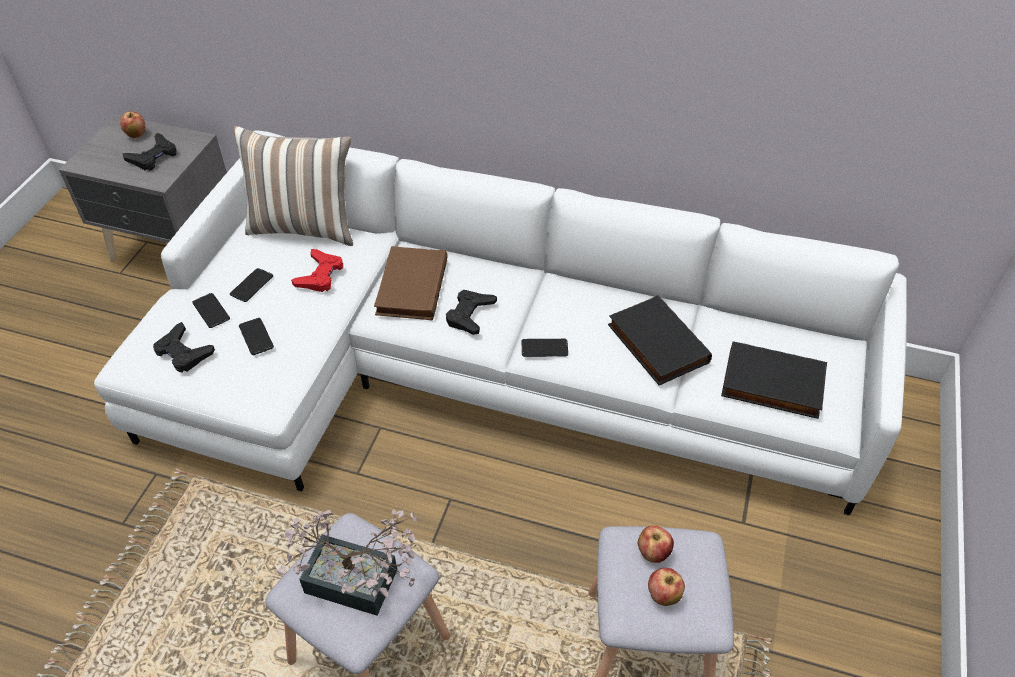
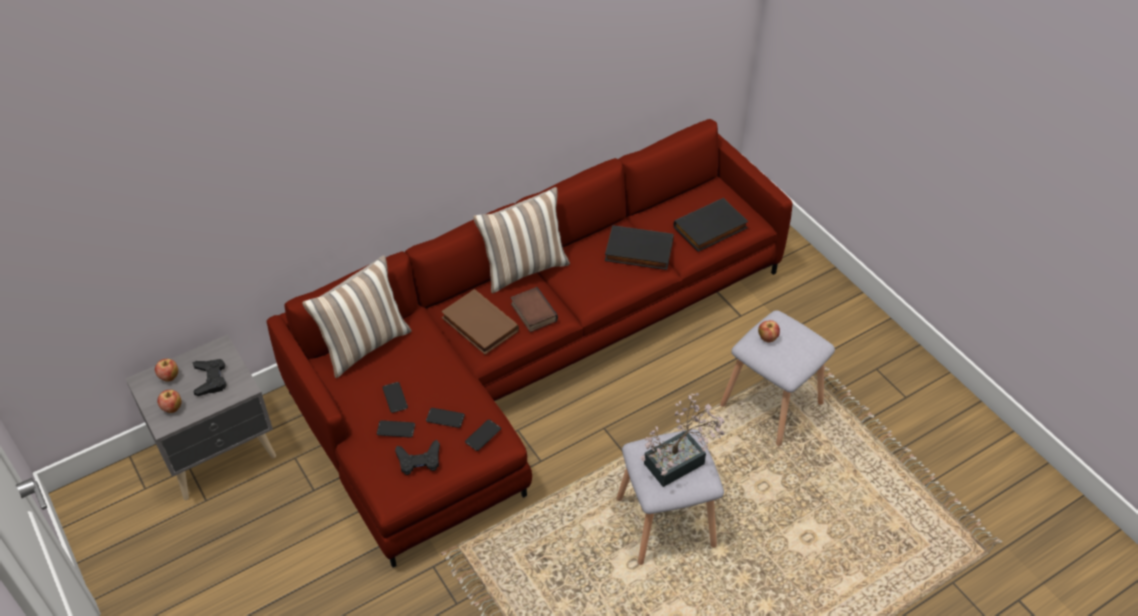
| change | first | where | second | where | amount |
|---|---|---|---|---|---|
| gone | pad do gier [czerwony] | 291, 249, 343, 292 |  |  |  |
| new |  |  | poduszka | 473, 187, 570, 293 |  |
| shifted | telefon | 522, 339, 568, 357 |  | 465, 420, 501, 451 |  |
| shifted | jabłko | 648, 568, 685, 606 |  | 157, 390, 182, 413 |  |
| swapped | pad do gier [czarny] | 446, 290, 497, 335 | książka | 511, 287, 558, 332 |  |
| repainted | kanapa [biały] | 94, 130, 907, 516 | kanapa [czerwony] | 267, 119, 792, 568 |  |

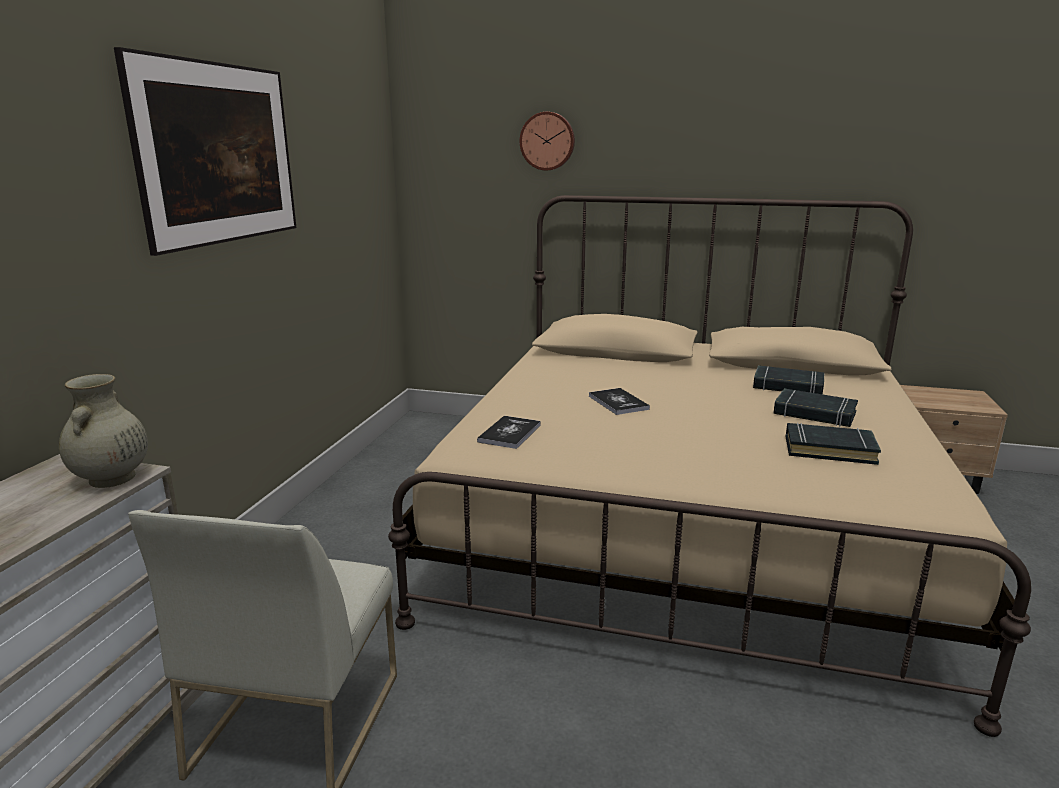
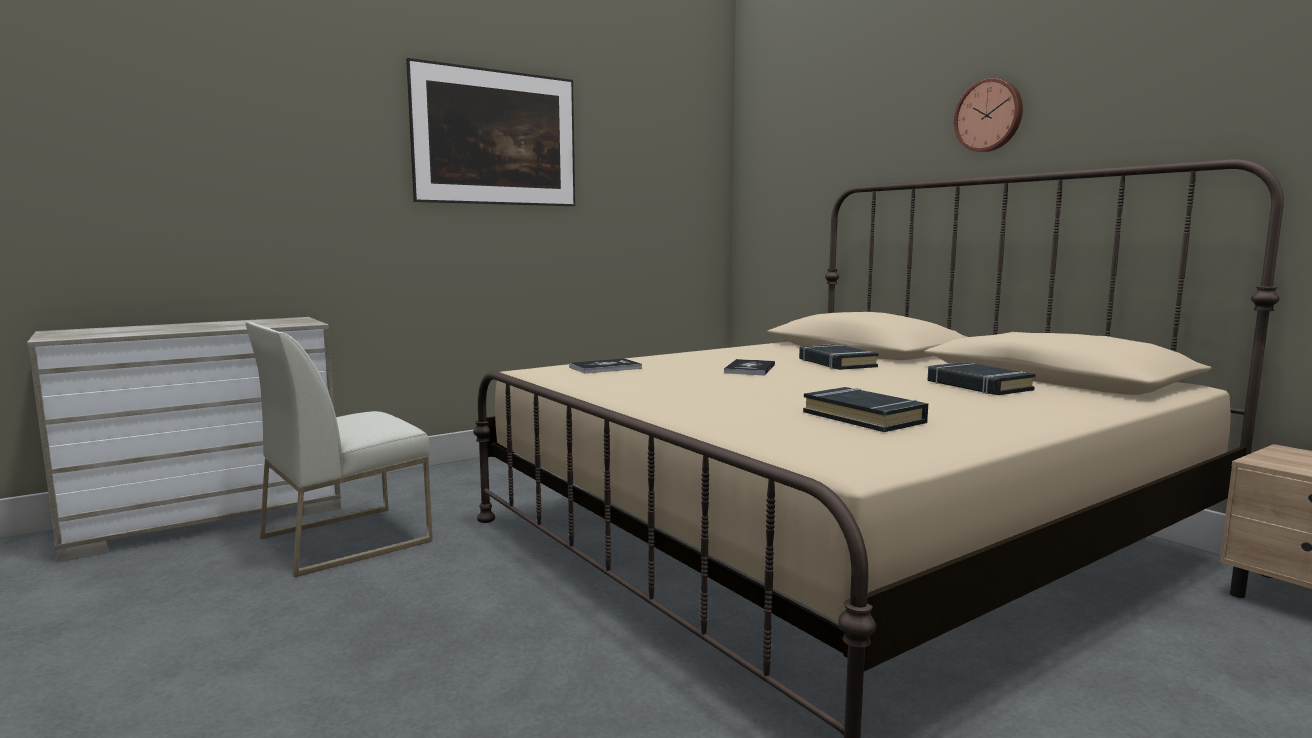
| change | first | where | second | where | amount |
|---|---|---|---|---|---|
| gone | wazon [beżowy] | 59, 374, 148, 488 |  |  |  |
| shifted | zegar ścienny | 520, 112, 575, 170 |  | 954, 78, 1023, 152 |  |
| shifted | książka [czarny] | 773, 388, 858, 427 |  | 799, 344, 879, 370 |  |

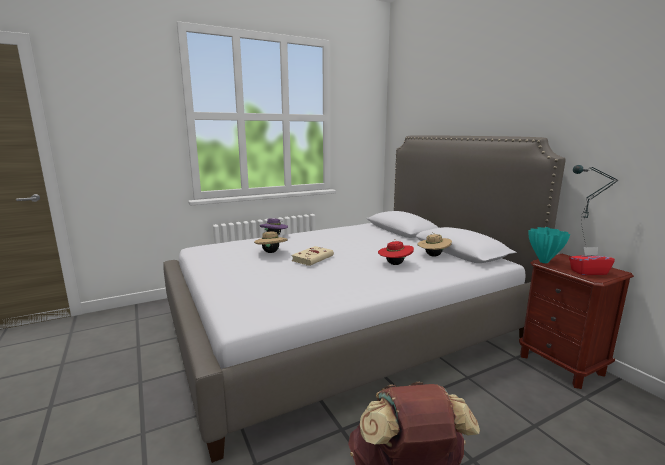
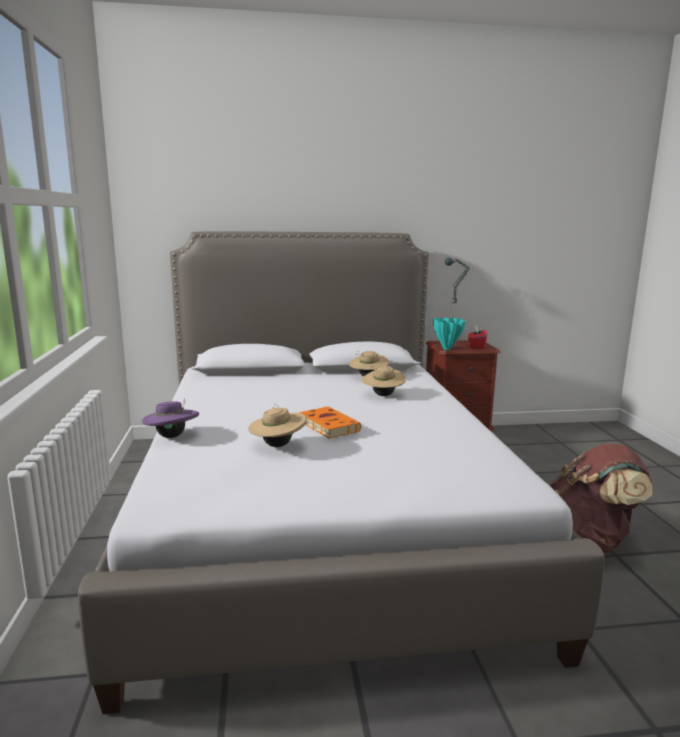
| change | first | where | second | where | amount |
|---|---|---|---|---|---|
| repainted | książka [beżowy] | 291, 246, 334, 266 | książka [pomarańczowy] | 299, 406, 361, 439 |  |
| repainted | kapelusz [czerwony] | 378, 241, 414, 265 | kapelusz [beżowy] | 361, 366, 406, 396 |  |

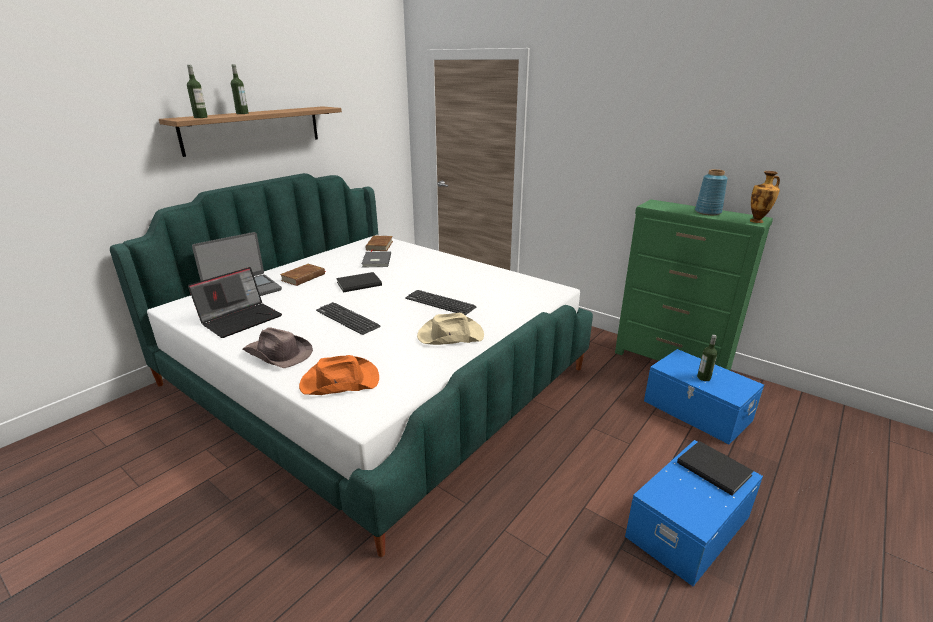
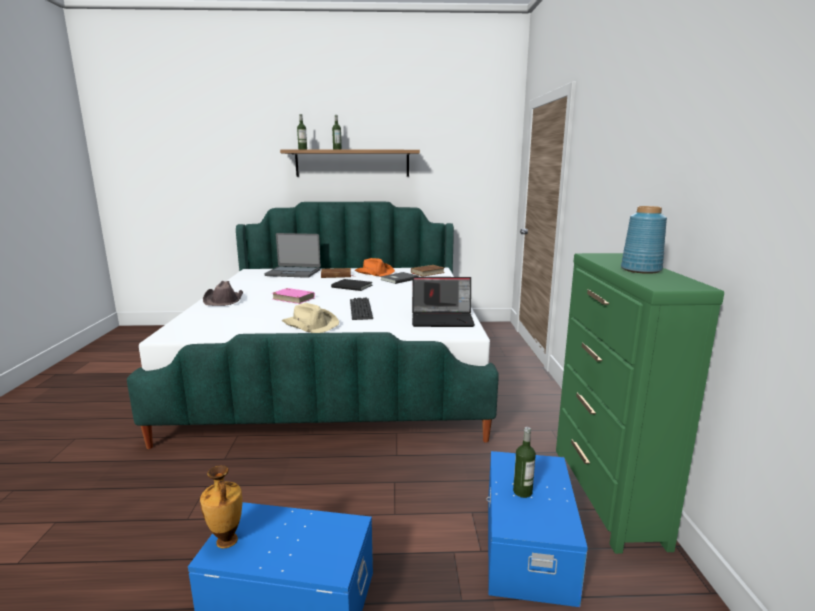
| change | first | where | second | where | amount |
|---|---|---|---|---|---|
| gone | książka [czarny] | 677, 441, 754, 496 |  |  |  |
| shifted | laptop | 188, 267, 282, 338 |  | 412, 277, 475, 327 |  |
| shifted | kapelusz [pomarańczowy] | 299, 355, 379, 395 |  | 355, 258, 395, 276 |  |
| shifted | wazon | 750, 171, 780, 223 |  | 200, 465, 242, 549 |  |
| swapped | klawiatura | 316, 302, 381, 335 | książka [różowy] | 272, 288, 315, 304 |  |

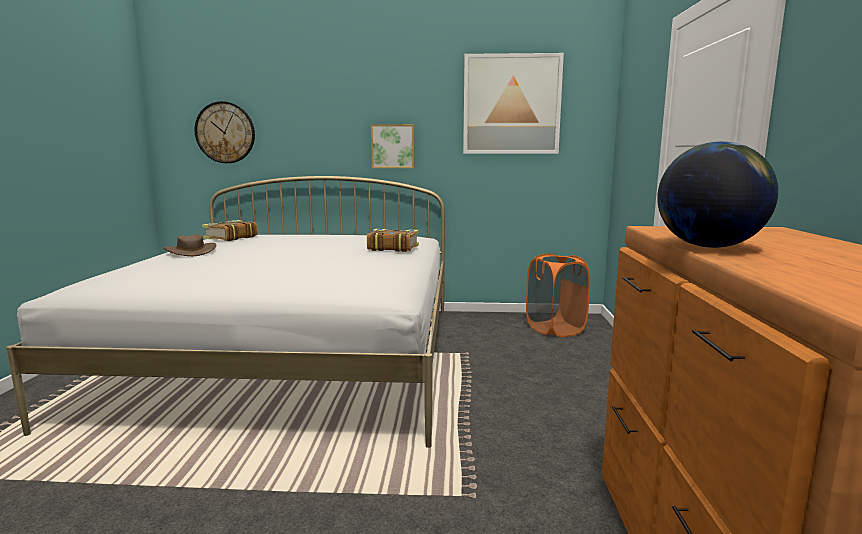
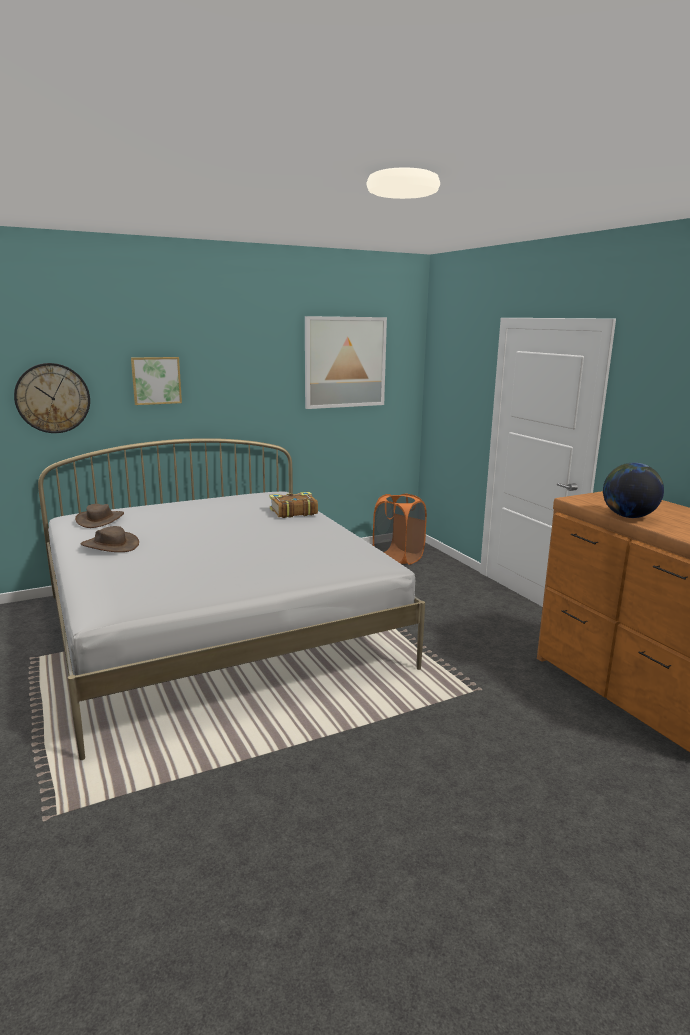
| change | first | where | second | where | amount |
|---|---|---|---|---|---|
| shifted | obraz | 371, 124, 414, 168 |  | 131, 357, 182, 405 |  |
| swapped | książka | 202, 220, 258, 241 | kapelusz [brązowy] | 75, 504, 124, 528 |  |

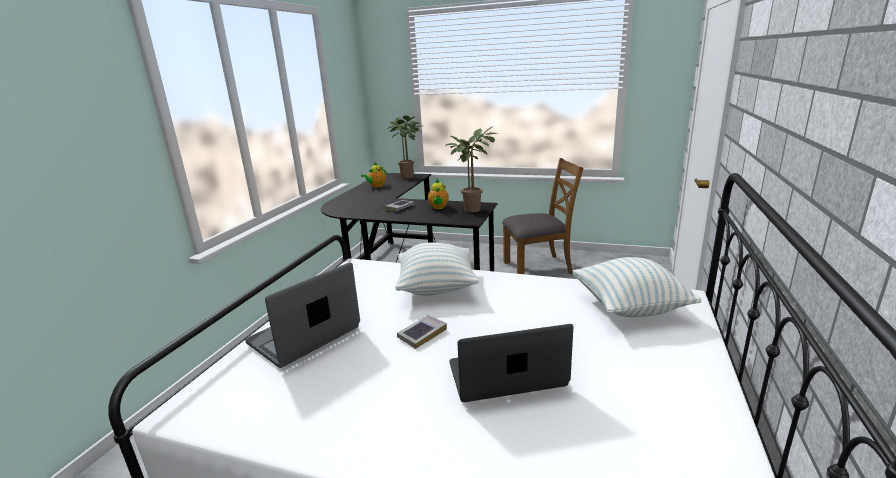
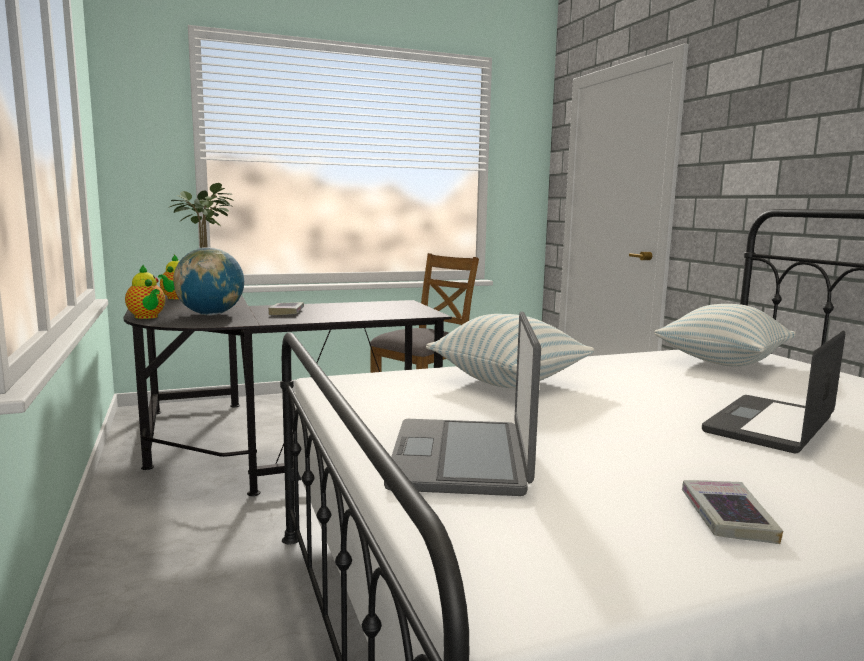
| change | first | where | second | where | amount |
|---|---|---|---|---|---|
| gone | roślina doniczkowa | 445, 126, 497, 213 |  |  |  |
| new |  |  | globus | 173, 247, 244, 315 |  |
| shifted | książka | 397, 315, 447, 349 |  | 682, 480, 783, 544 |  |
| shifted | imbryk | 428, 179, 449, 209 |  | 125, 265, 165, 319 |  |

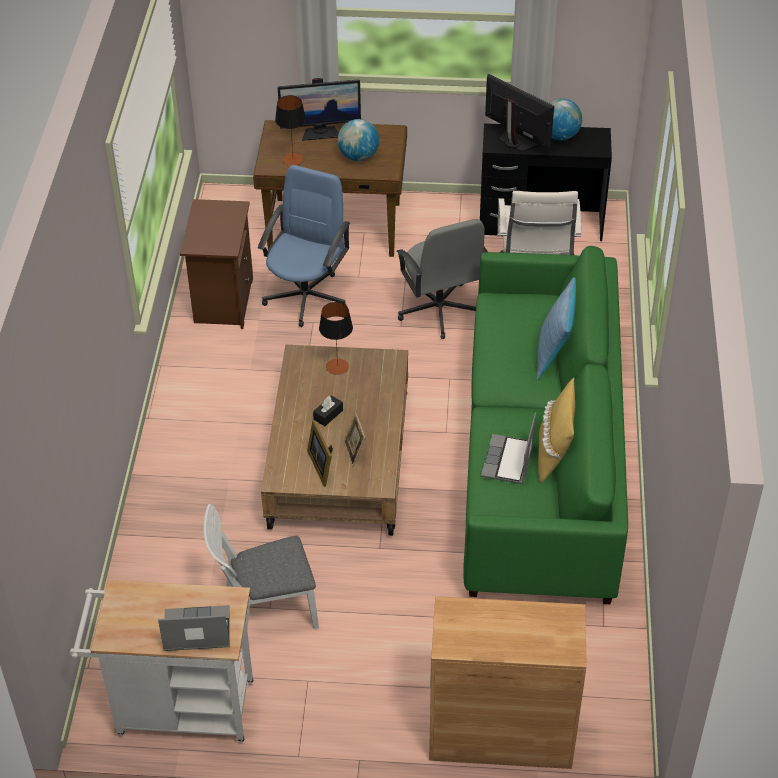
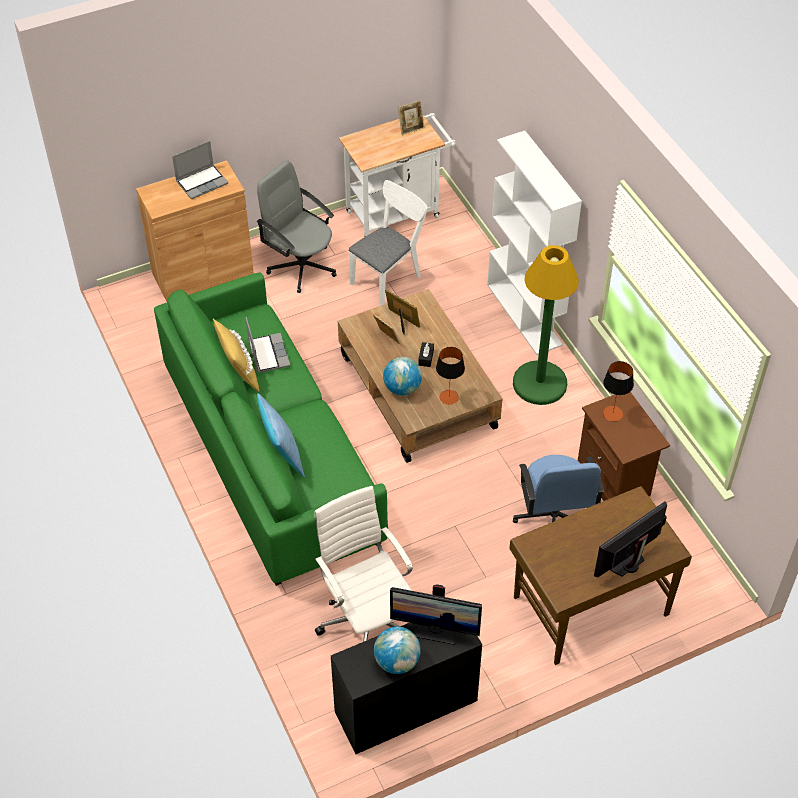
| change | first | where | second | where | amount |
|---|---|---|---|---|---|
| new |  |  | ramka na zdjęcie | 398, 100, 425, 135 |  |
| new |  |  | regał [biały] | 487, 131, 582, 355 |  |
| new |  |  | lampa stojąca [zielony] | 513, 245, 579, 405 |  |
| shifted | laptop | 158, 605, 230, 651 |  | 172, 141, 228, 199 |  |
| shifted | lampa stołowa | 275, 95, 306, 166 |  | 603, 361, 634, 422 |  |
| shifted | globus | 337, 119, 379, 161 |  | 383, 357, 422, 396 |  |
| shifted | krzesło biurowe [szary] | 396, 219, 488, 339 |  | 257, 160, 336, 293 |  |

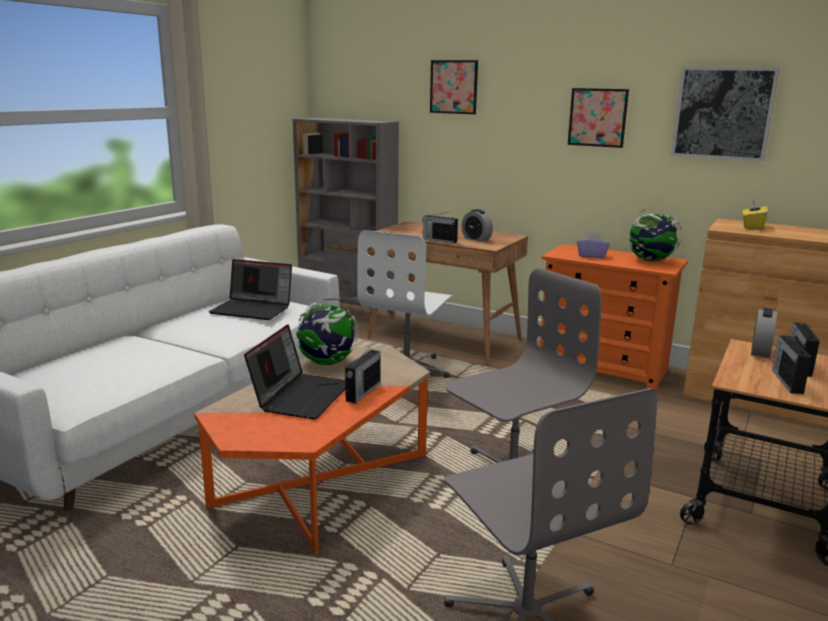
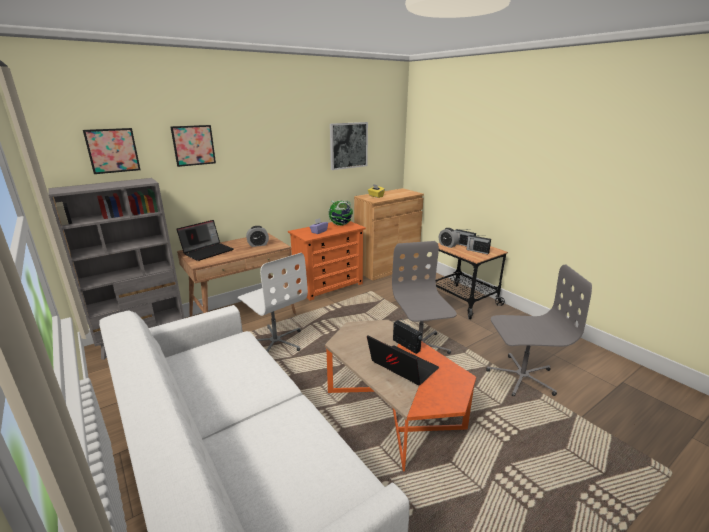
| change | first | where | second | where | amount |
|---|---|---|---|---|---|
| gone | globus | 296, 298, 358, 365 |  |  |  |
| gone | radio | 422, 212, 458, 244 |  |  |  |
| shifted | laptop | 209, 259, 292, 320 |  | 176, 220, 233, 261 |  |
| shifted | obraz | 568, 88, 629, 148 |  | 83, 128, 141, 174 |  |

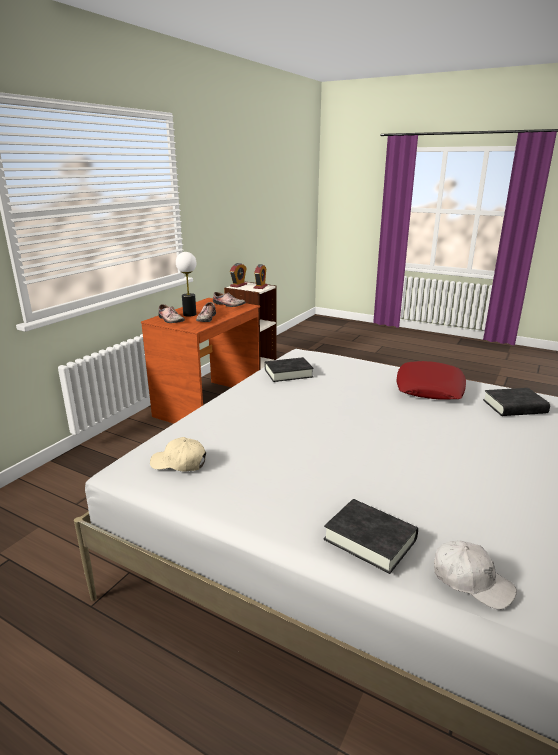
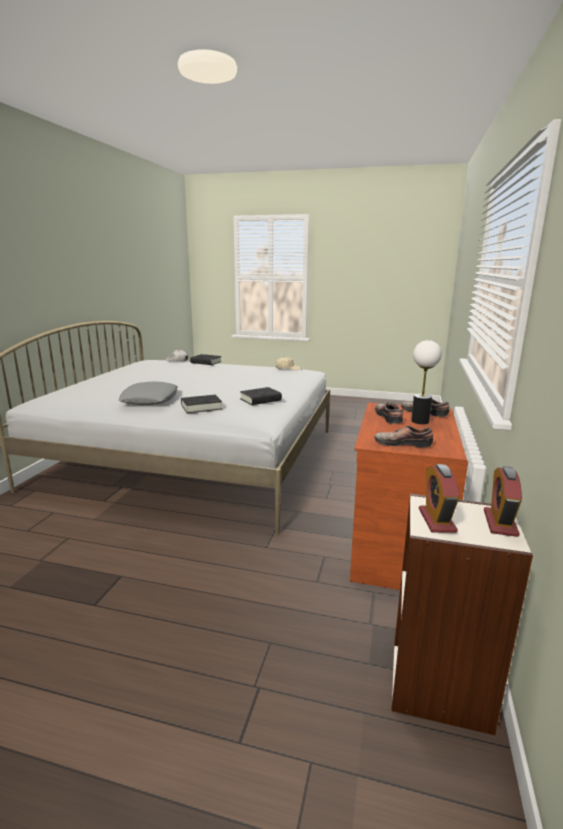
| change | first | where | second | where | amount |
|---|---|---|---|---|---|
| shifted | książka [czarny] | 483, 388, 550, 416 |  | 181, 395, 222, 413 |  |
| repainted | poduszka [czerwony] | 397, 361, 466, 400 | poduszka [szary] | 118, 381, 177, 405 |  |

